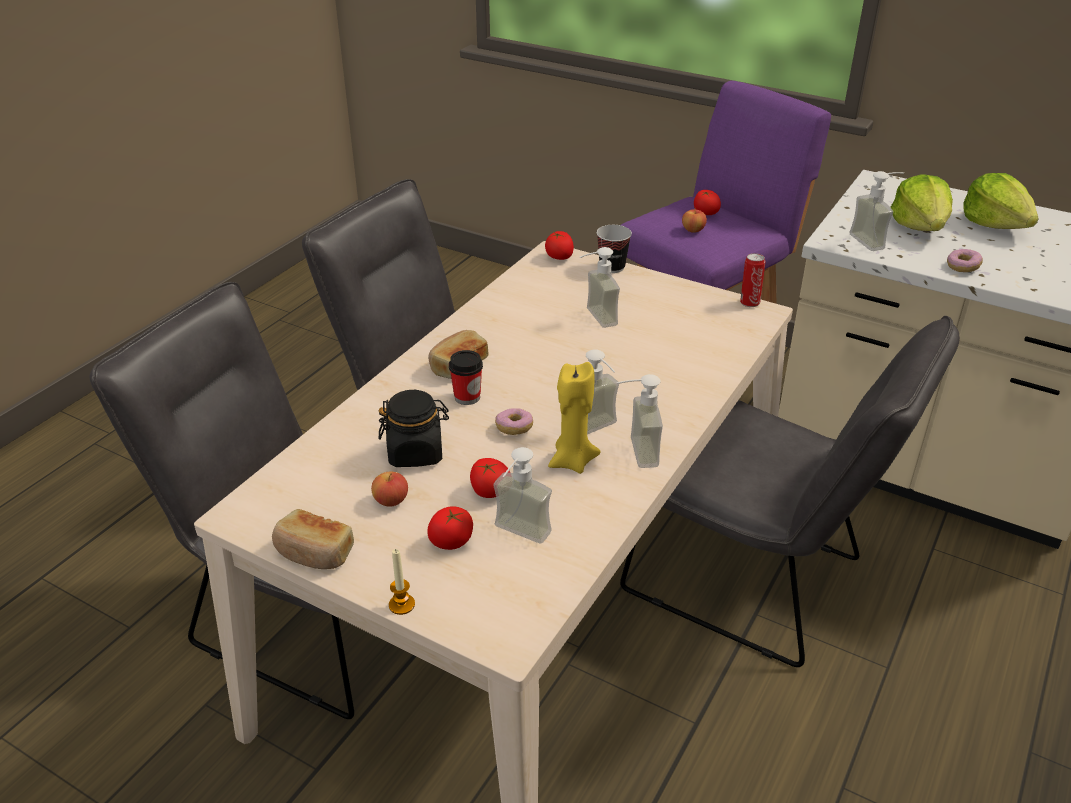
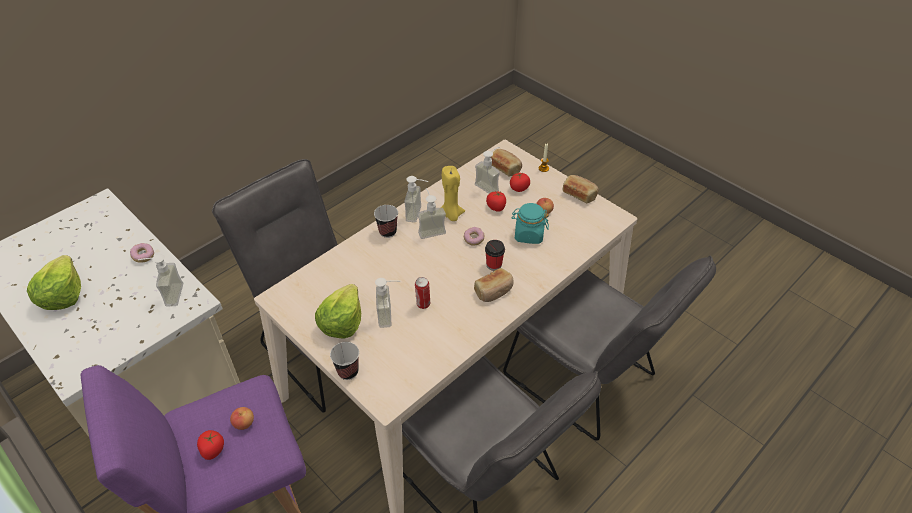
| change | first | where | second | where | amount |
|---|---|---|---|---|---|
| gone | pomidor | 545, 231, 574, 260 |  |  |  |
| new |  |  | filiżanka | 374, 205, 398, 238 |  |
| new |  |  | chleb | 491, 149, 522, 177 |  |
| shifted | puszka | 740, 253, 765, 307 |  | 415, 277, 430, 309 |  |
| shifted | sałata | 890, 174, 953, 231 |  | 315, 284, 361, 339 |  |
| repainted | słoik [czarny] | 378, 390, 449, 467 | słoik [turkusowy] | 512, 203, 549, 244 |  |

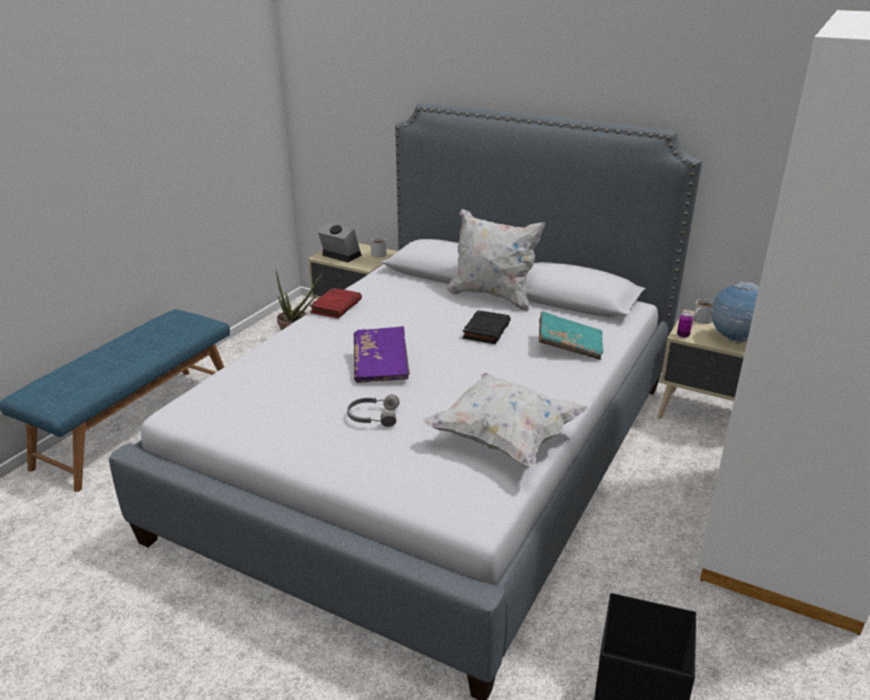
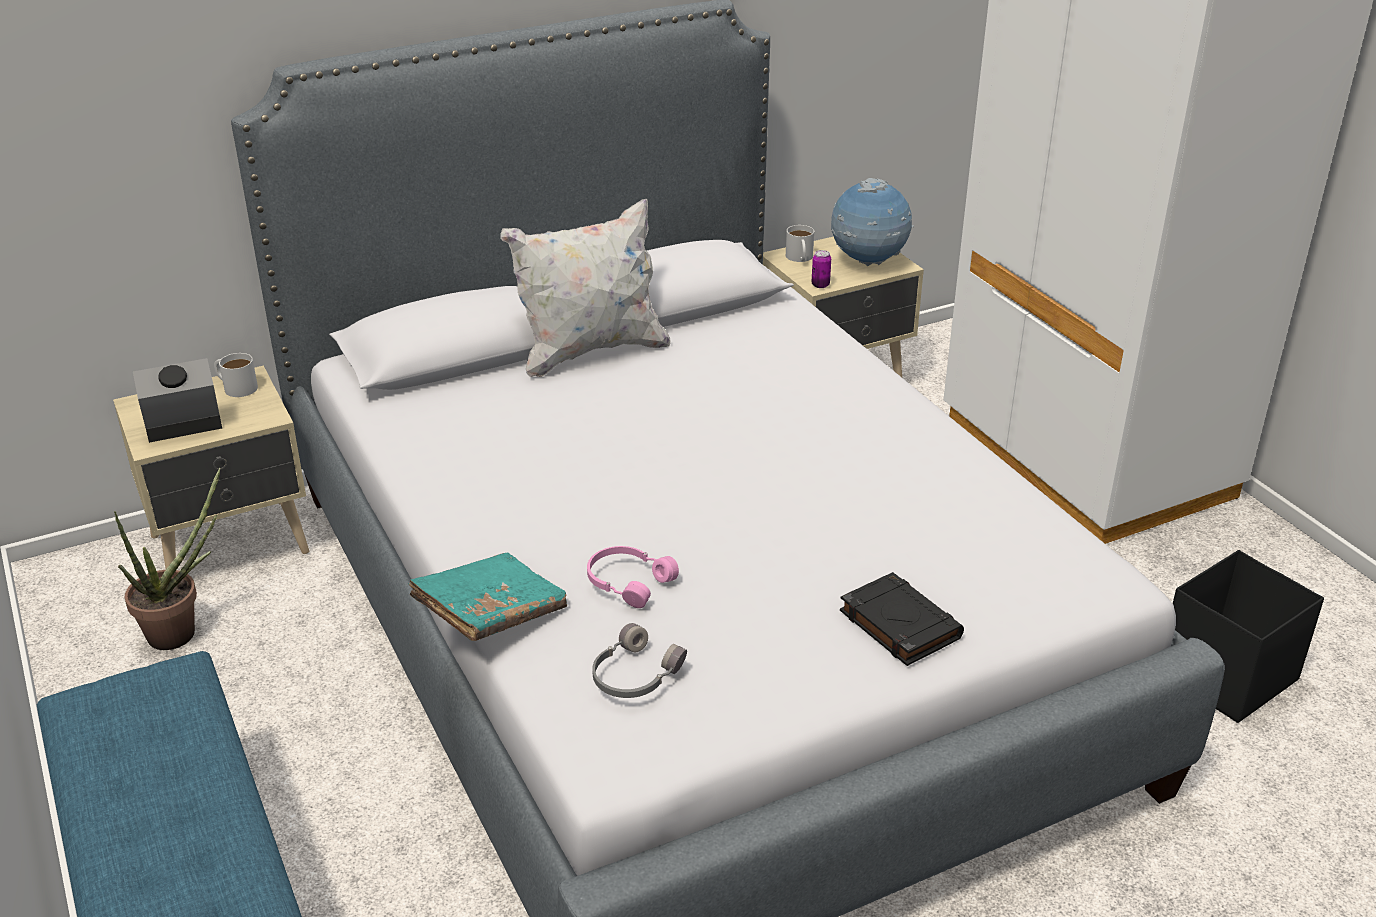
| change | first | where | second | where | amount |
|---|---|---|---|---|---|
| gone | książka [czerwony] | 310, 288, 362, 318 |  |  |  |
| gone | książka [fioletowy] | 354, 326, 410, 383 |  |  |  |
| gone | poduszka [biały] | 423, 373, 589, 468 |  |  |  |
| new |  |  | słuchawki [różowy] | 587, 546, 679, 608 |  |
| shifted | słuchawki [szary] | 347, 394, 400, 427 |  | 592, 623, 687, 698 |  |
| shifted | książka [czarny] | 462, 310, 511, 344 |  | 840, 572, 964, 666 |  |
| shifted | książka [turkusowy] | 539, 311, 603, 360 |  | 408, 552, 567, 641 |  |

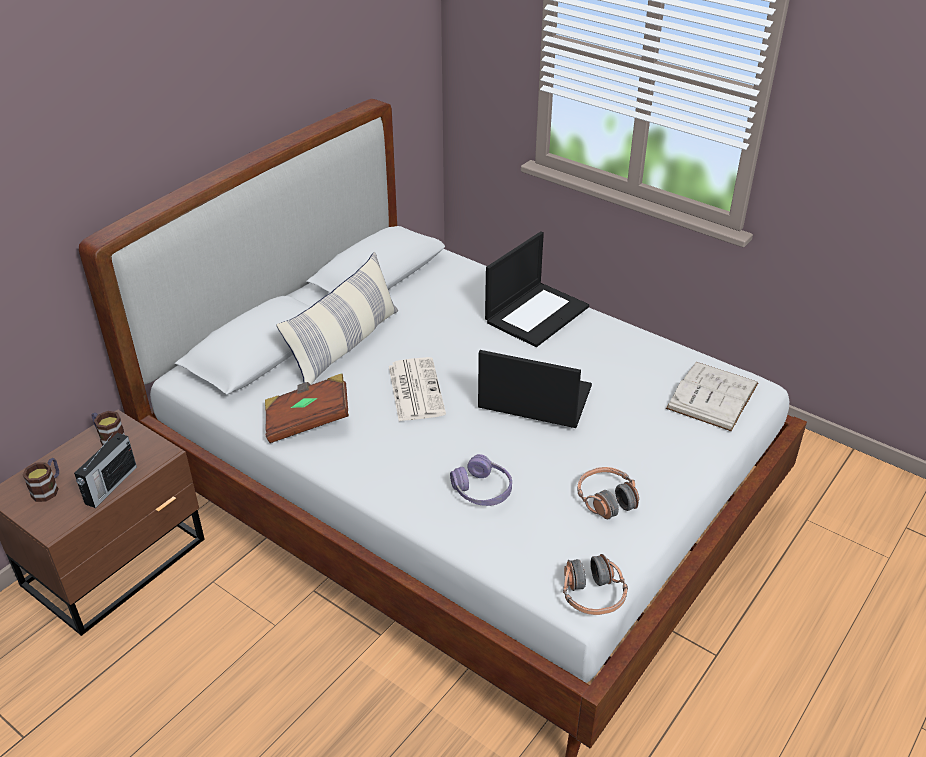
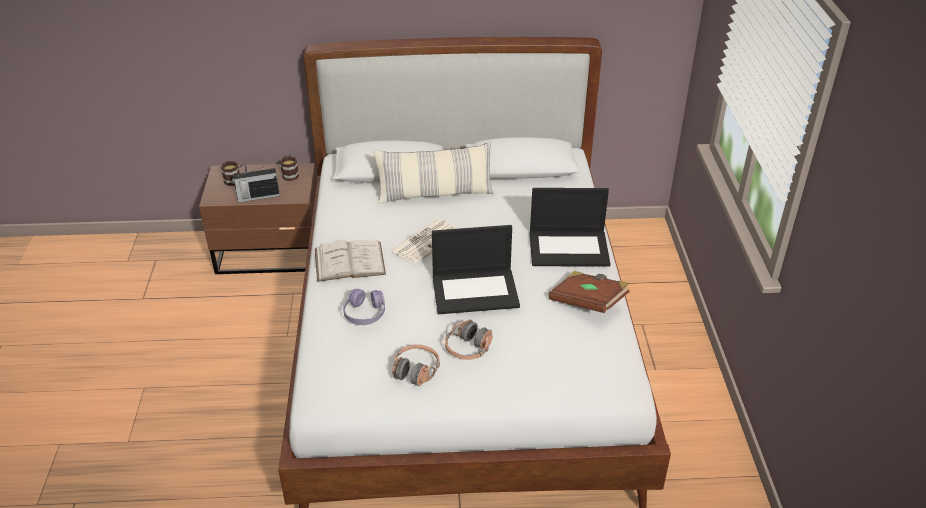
| change | first | where | second | where | amount |
|---|---|---|---|---|---|
| shifted | książka [brązowy] | 265, 373, 349, 443 |  | 548, 271, 629, 313 |  |
| shifted | słuchawki | 563, 554, 628, 615 |  | 445, 319, 493, 360 |  |
| shifted | książka [biały] | 666, 362, 758, 431 |  | 315, 240, 386, 282 |  |
| rotated | laptop | 478, 350, 592, 428 |  | 432, 225, 520, 314 | 105 degrees clockwise |

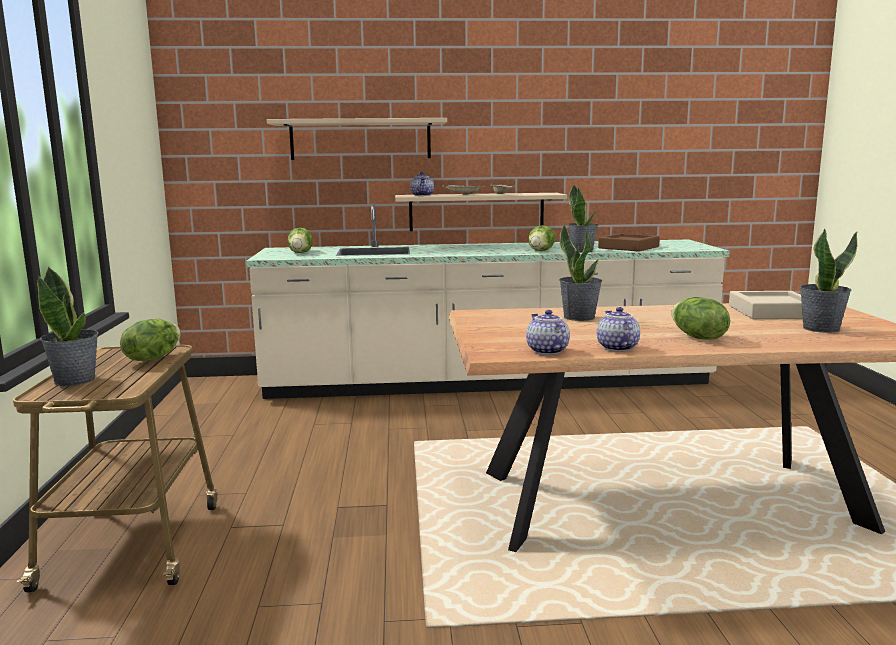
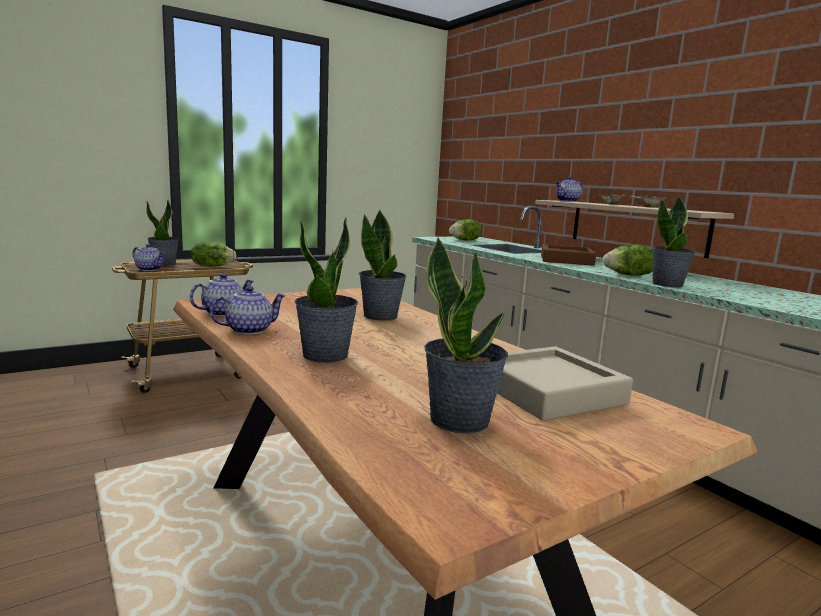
| change | first | where | second | where | amount |
|---|---|---|---|---|---|
| gone | półka [beżowy] | 267, 118, 447, 160 |  |  |  |
| new |  |  | imbryk | 133, 244, 165, 271 |  |
| shifted | taca [brązowy] | 598, 233, 660, 252 |  | 541, 244, 596, 266 |  |
| swapped | sałata | 671, 297, 730, 339 | roślina doniczkowa | 294, 217, 358, 363 |  |

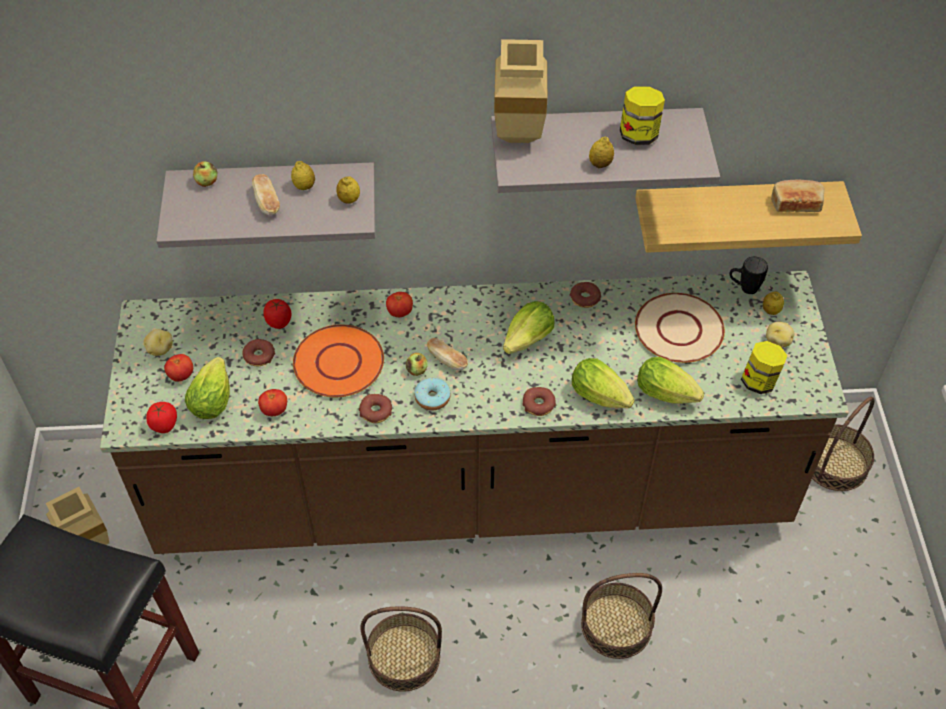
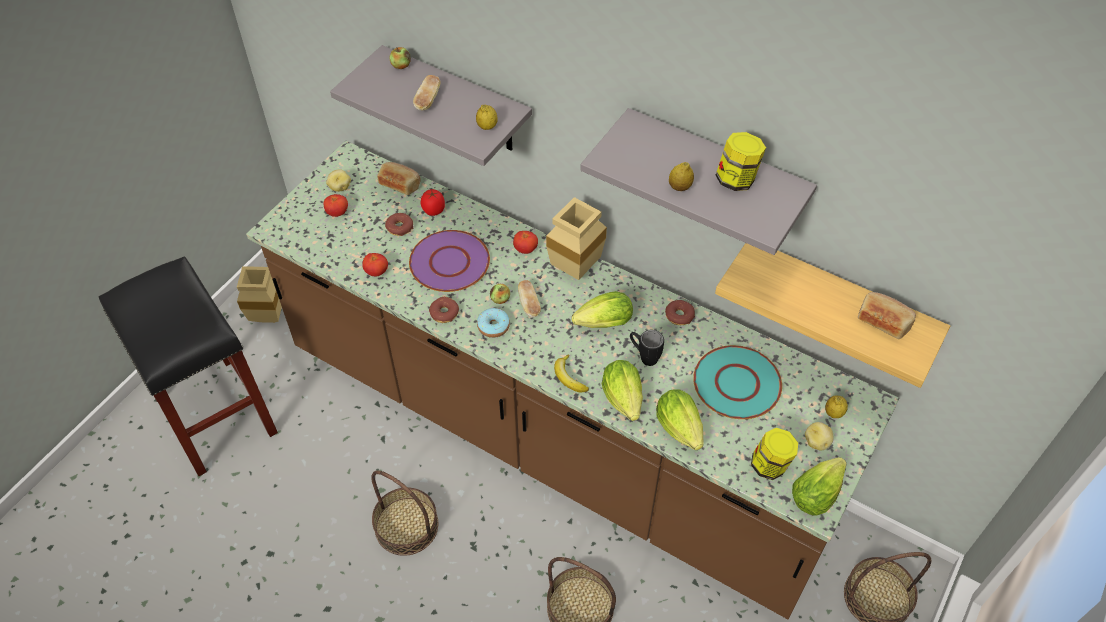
| change | first | where | second | where | amount |
|---|---|---|---|---|---|
| gone | pomidor | 146, 402, 177, 433 |  |  |  |
| gone | cytryna | 291, 161, 315, 190 |  |  |  |
| new |  |  | chleb | 377, 162, 421, 195 |  |
| shifted | sałata | 185, 357, 230, 419 |  | 792, 457, 847, 516 |  |
| shifted | wazon [beżowy] | 494, 39, 547, 143 |  | 546, 197, 607, 280 |  |
| shifted | kubek [czarny] | 730, 257, 768, 294 |  | 630, 330, 664, 366 |  |
| swapped | donut | 522, 387, 556, 416 | banan | 554, 355, 589, 392 |  |
| repainted | talerz [pomarańczowy] | 293, 325, 384, 397 | talerz [fioletowy] | 409, 230, 490, 292 |  |
| repainted | talerz [beżowy] | 635, 293, 725, 363 | talerz [turkusowy] | 693, 345, 782, 419 |  |

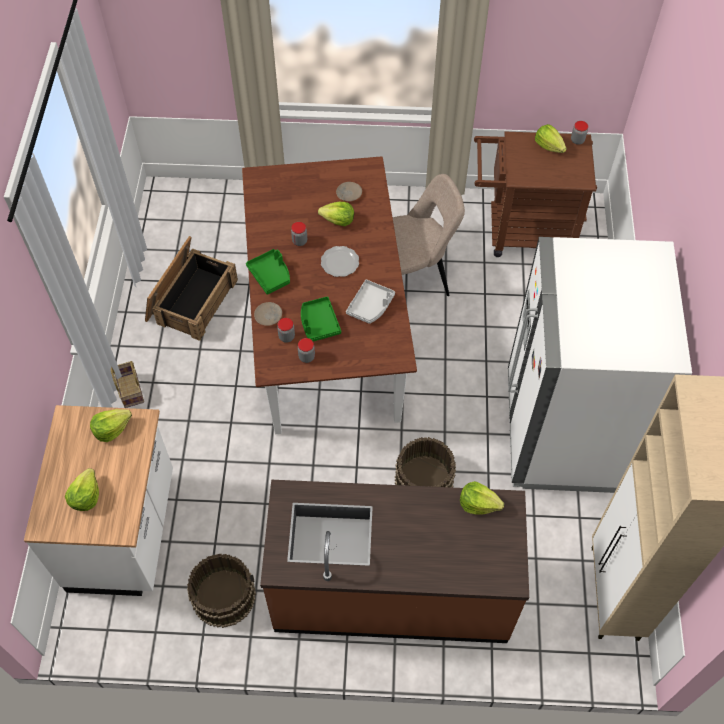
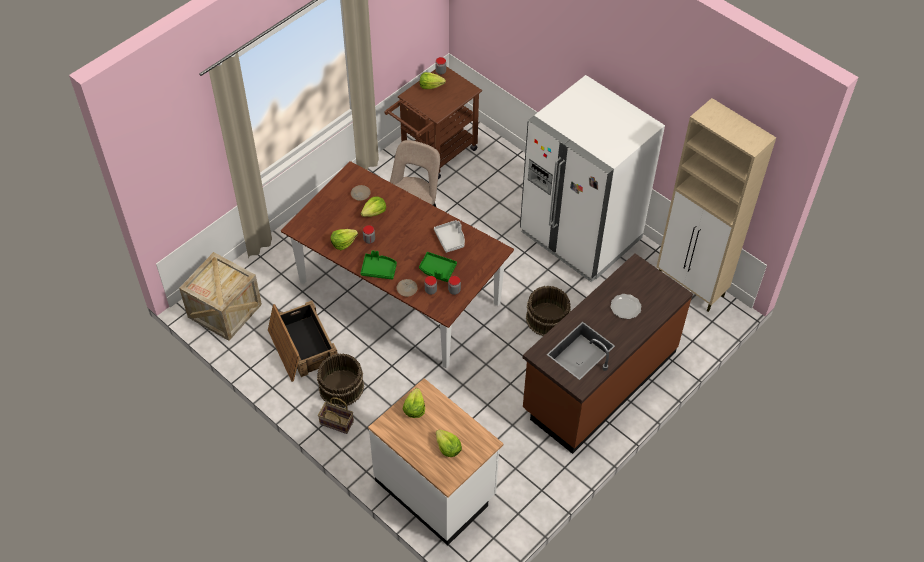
| change | first | where | second | where | amount |
|---|---|---|---|---|---|
| new |  |  | skrzynka | 179, 252, 262, 341 |  |
| shifted | wiadro [brązowy] | 187, 554, 256, 628 |  | 317, 353, 364, 407 |  |
| shifted | talerz | 321, 246, 359, 277 |  | 611, 294, 641, 319 |  |
| shifted | sałata | 460, 481, 504, 515 |  | 331, 229, 358, 250 |  |

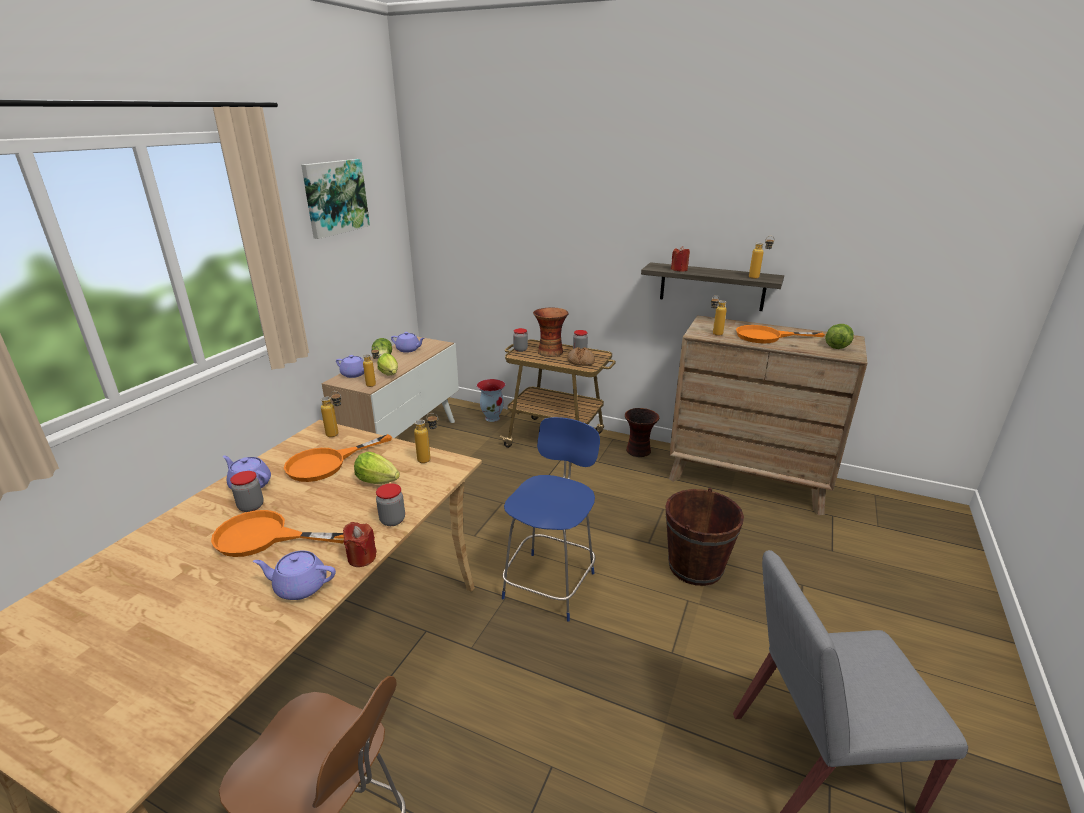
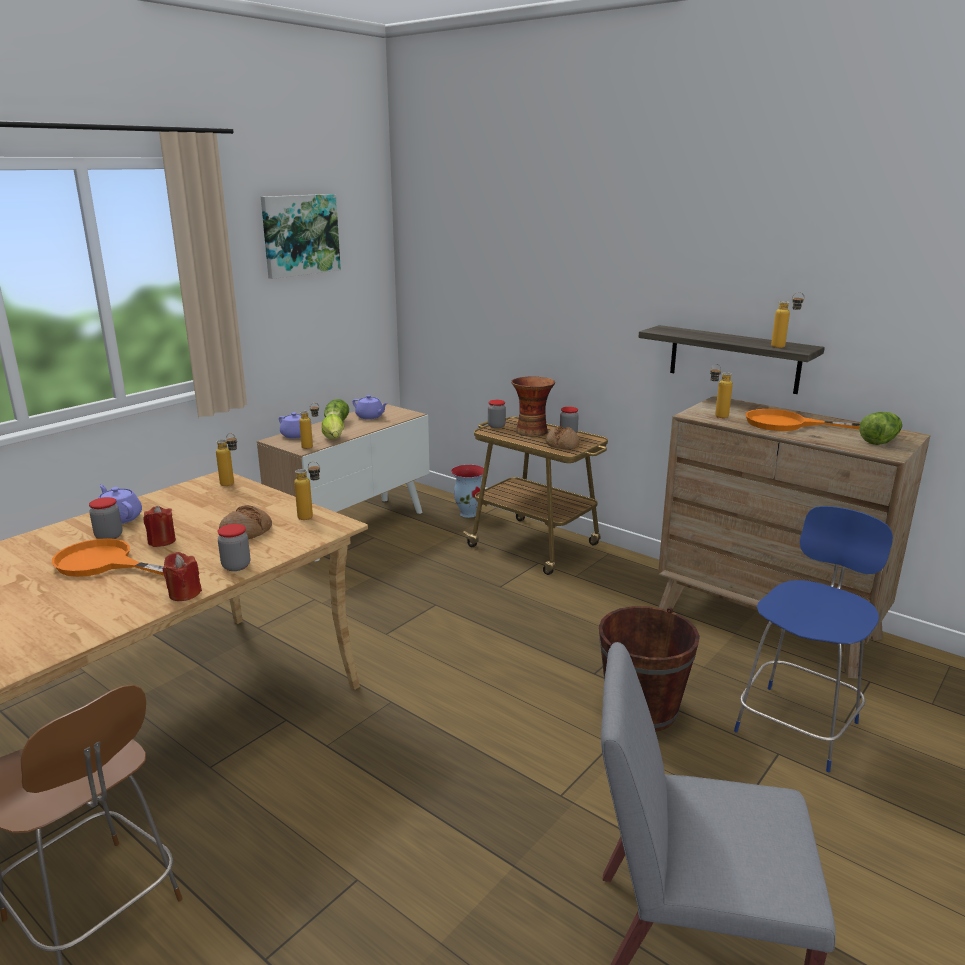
| change | first | where | second | where | amount |
|---|---|---|---|---|---|
| gone | imbryk [fioletowy] | 253, 551, 336, 600 |  |  |  |
| gone | patelnia [pomarańczowy] | 284, 434, 392, 482 |  |  |  |
| gone | wazon | 625, 408, 659, 457 |  |  |  |
| shifted | krzesło [niebieski] | 502, 417, 600, 622 |  | 734, 506, 893, 772 |  |
| shifted | świeca [czerwony] | 671, 246, 690, 272 |  | 143, 506, 176, 547 |  |
| swapped | sałata | 354, 452, 400, 484 | chleb | 219, 505, 272, 539 |  |

